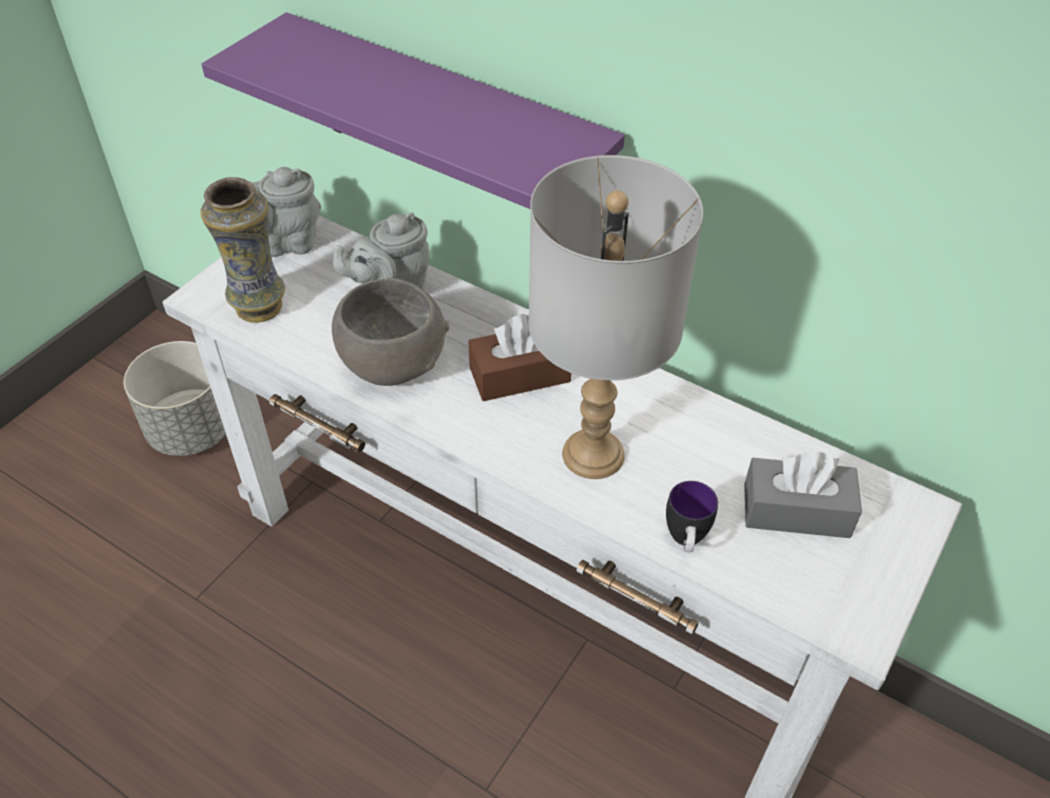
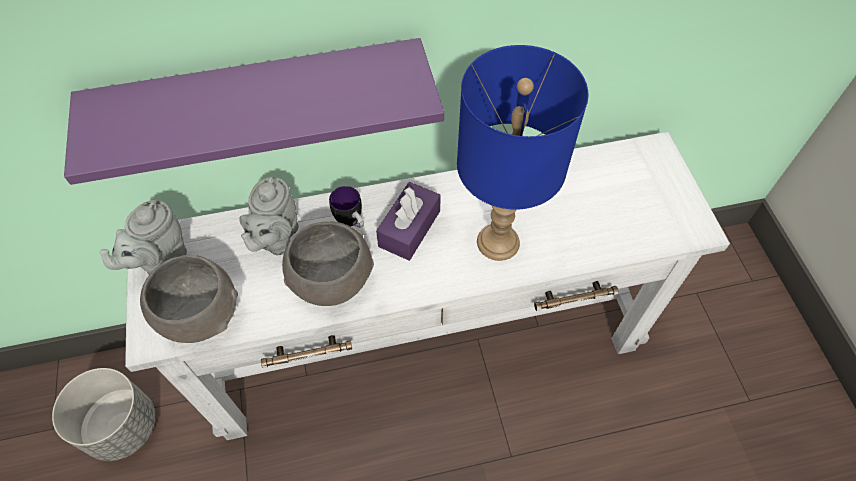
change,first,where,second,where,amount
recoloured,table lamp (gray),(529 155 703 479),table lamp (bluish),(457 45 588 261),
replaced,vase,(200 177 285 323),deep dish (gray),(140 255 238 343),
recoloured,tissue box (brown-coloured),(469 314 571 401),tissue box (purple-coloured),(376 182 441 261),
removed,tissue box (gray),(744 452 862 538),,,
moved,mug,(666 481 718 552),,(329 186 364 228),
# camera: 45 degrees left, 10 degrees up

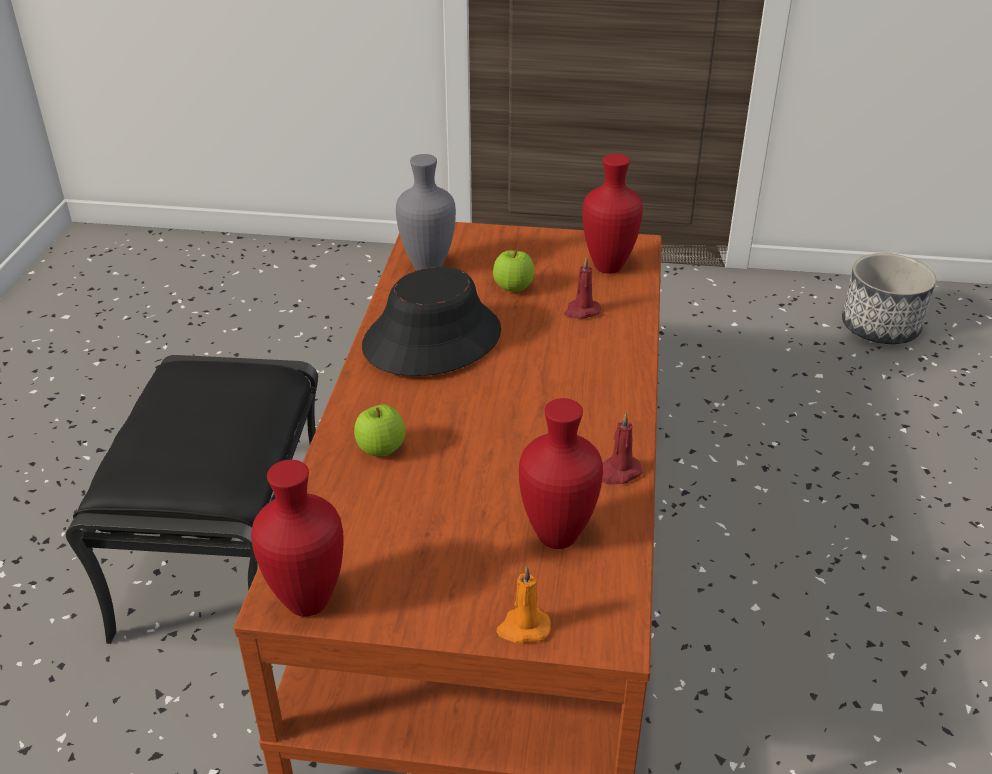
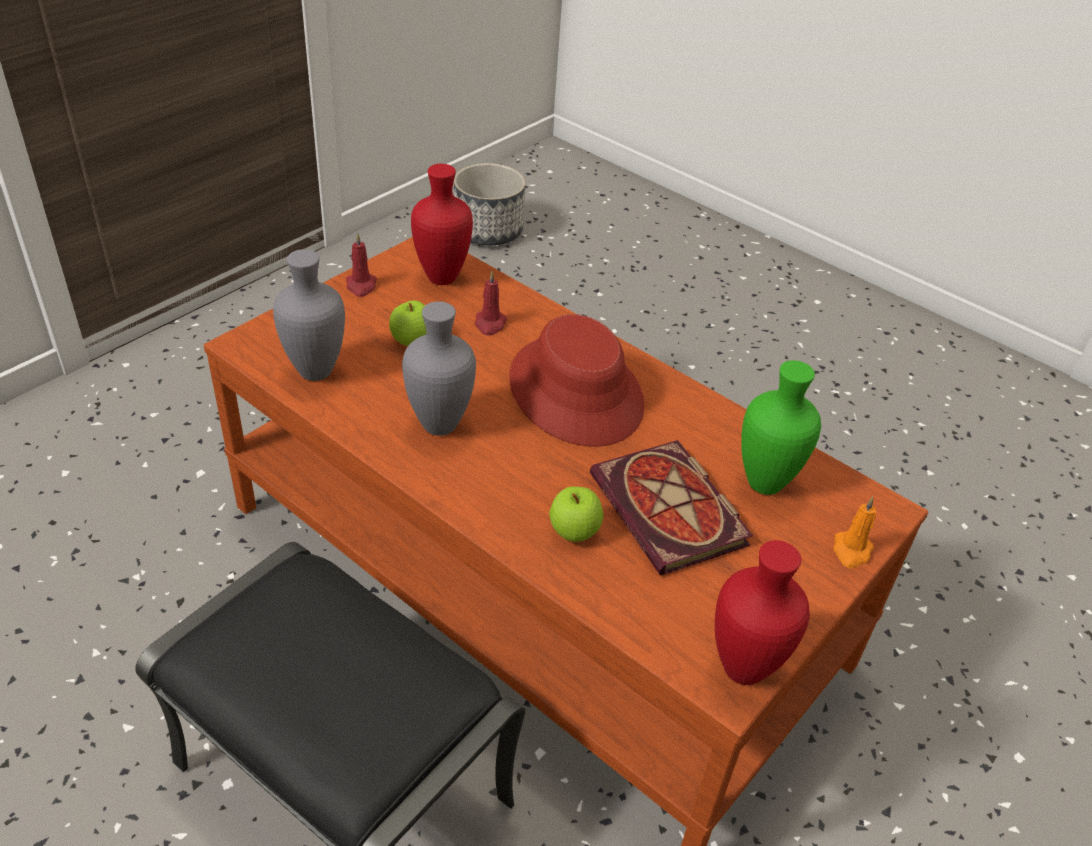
change,first,where,second,where,amount
replaced,wearable hat (black),(362 267 501 376),vase (gray),(402 301 476 436),
recoloured,vase (red-coloured),(519 398 603 549),vase (green-coloured),(741 360 821 495),
moved,candle (red-coloured),(602 413 643 485),,(346 233 377 297),
added,,,wearable hat (red-coloured),(509 314 645 447),
added,,,bound book,(590 440 753 575),
# camera: 60 degrees left, 5 degrees up

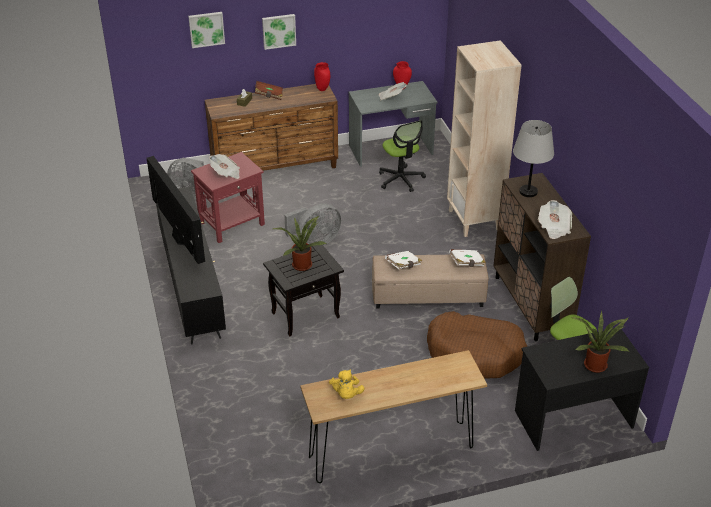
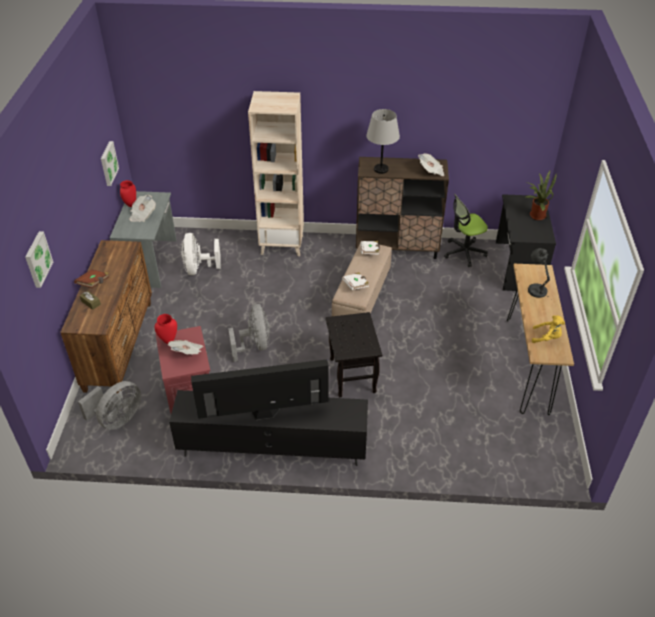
change,first,where,second,where,amount
moved,wall picture,(262 14 296 50),,(101 141 119 186),
moved,vase (red-coloured),(314 62 330 91),,(155 314 177 344),
replaced,computer chair,(379 120 426 192),electric fan (white-coloured),(181 233 221 275),
removed,potted plant,(273 216 326 271),,,
removed,pet bed (brown-coloured),(427 311 528 378),,,
added,,,table lamp (gray),(528 248 551 299),
# camera: 70 degrees left, 5 degrees up

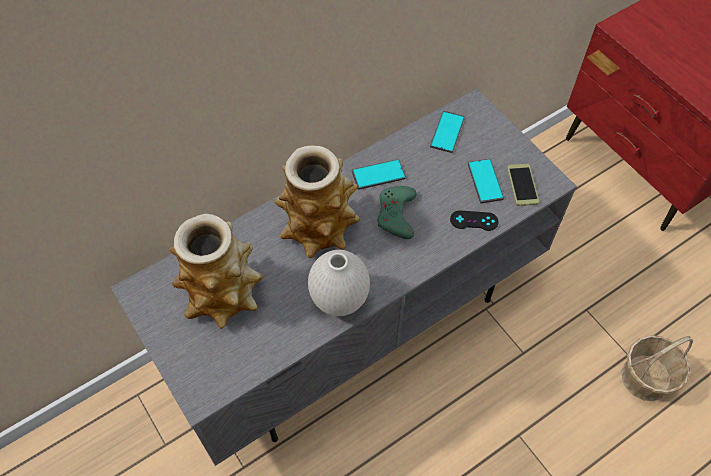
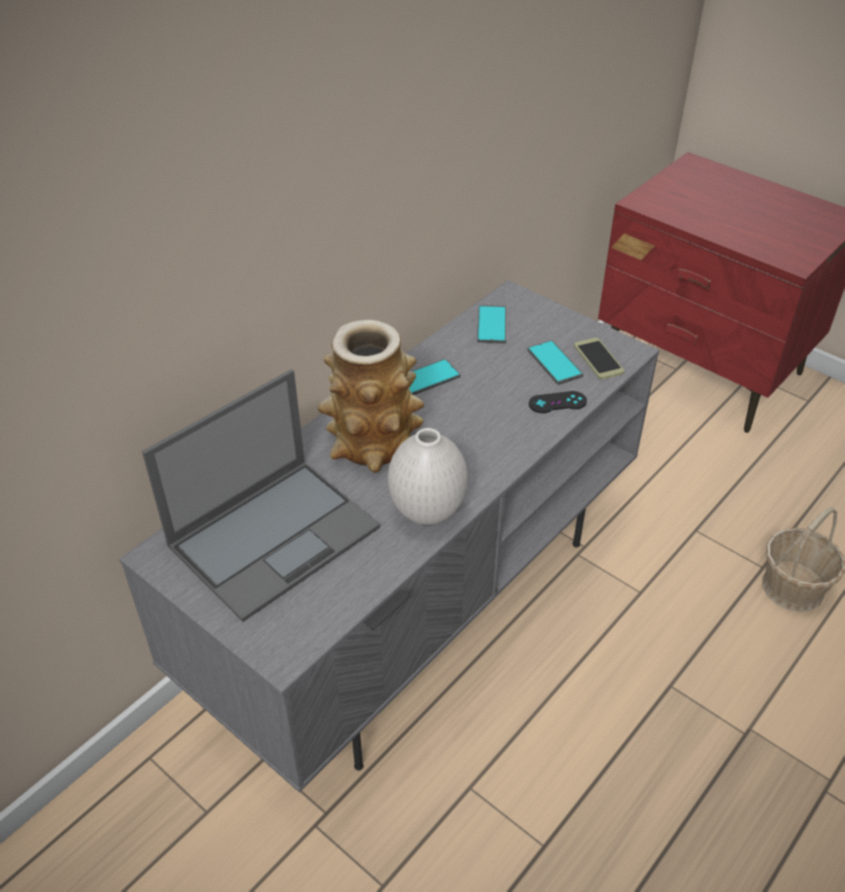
change,first,where,second,where,amount
removed,gamepad (green-coloured),(377 186 417 239),,,
replaced,vase,(170 214 263 329),portable computer,(142 369 380 622),
# camera: 15 degrees left, 15 degrees down

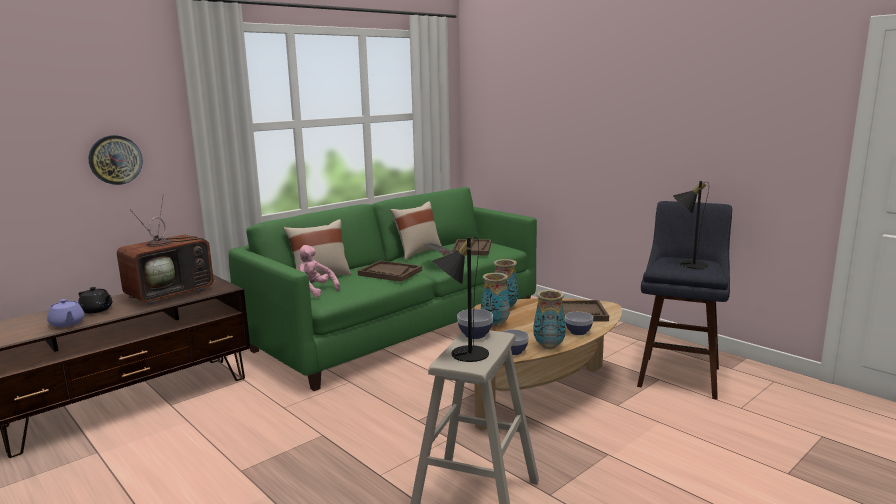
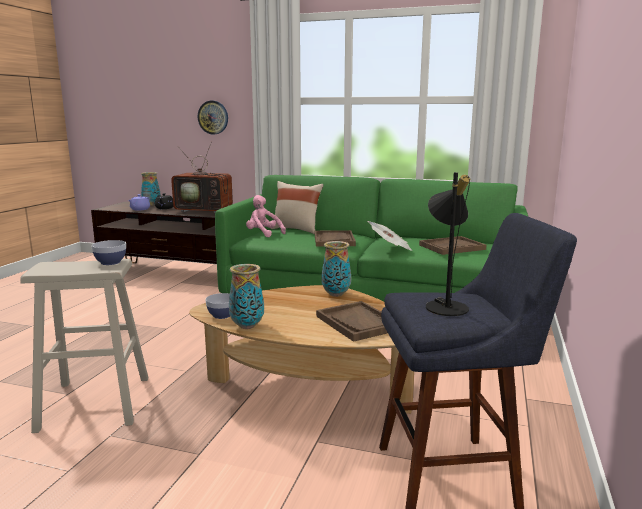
change,first,where,second,where,amount
removed,pillow (beige-coloured),(390 201 442 260),,,
removed,table lamp (black),(432 237 489 362),,,
turned,soft toy (pink-coloured),(299 245 340 297),,(246 195 286 237),60 degrees counterclockwise
moved,vase,(481 273 510 327),,(141 172 160 206),
removed,deep dish,(565 312 593 335),,,
# camera: 60 degrees right, 0 degrees up

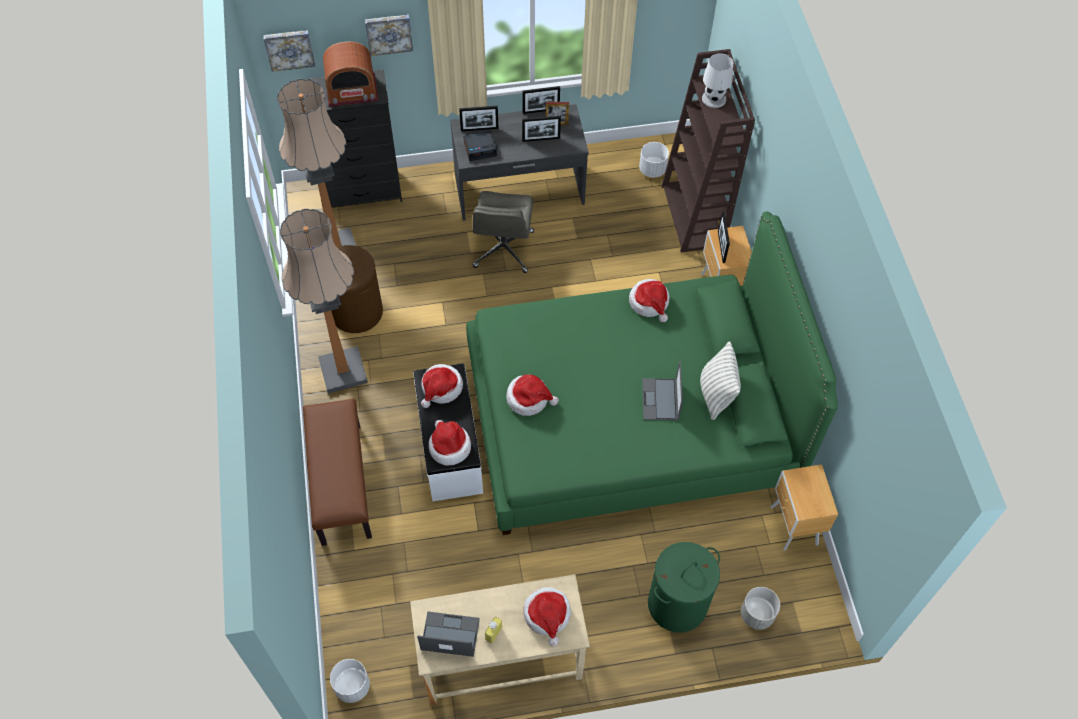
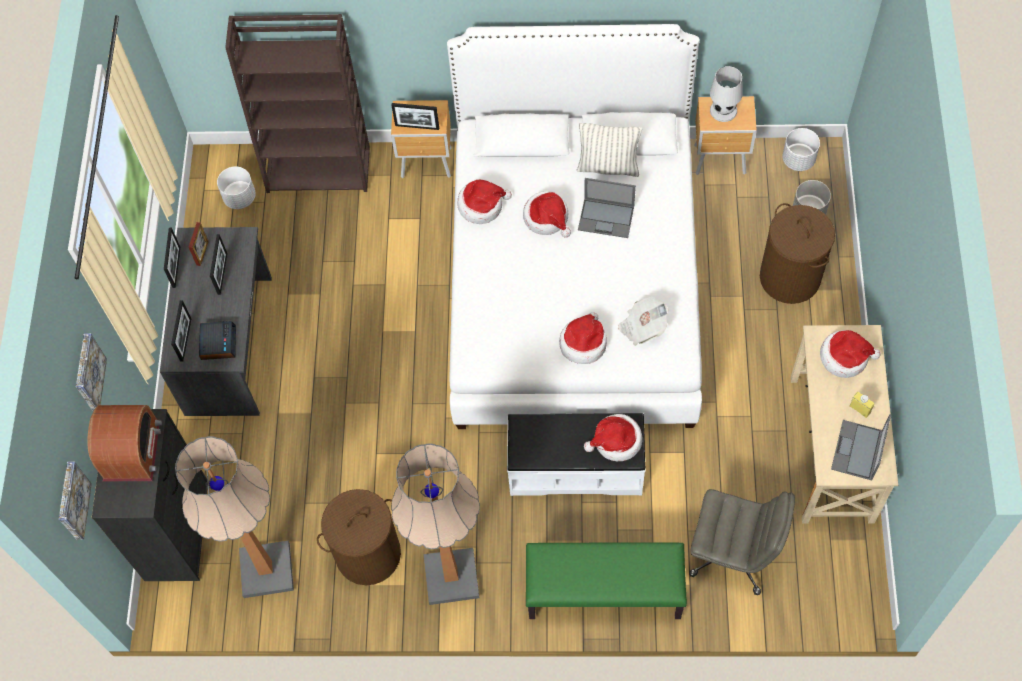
change,first,where,second,where,amount
moved,table lamp (white-coloured),(702 53 733 108),,(710 66 743 122),
moved,computer chair (gray),(473 191 534 273),,(689 489 795 595),
recoloured,bedroom bed (green-coloured),(466 211 838 535),bedroom bed (white-coloured),(447 24 702 429),
moved,wearable hat,(421 364 463 408),,(523 191 571 238),
recoloured,indoor bench (brown-coloured),(303 399 372 546),indoor bench (green-coloured),(526 542 687 619),
recoloured,washing basket (green-coloured),(648 542 720 632),washing basket (brown-coloured),(760 203 835 304),
moved,plant pot (white-coloured),(330 659 370 703),,(782 128 820 171),
added,,,newspaper,(618 297 669 346),
# camera: 75 degrees left, 5 degrees up

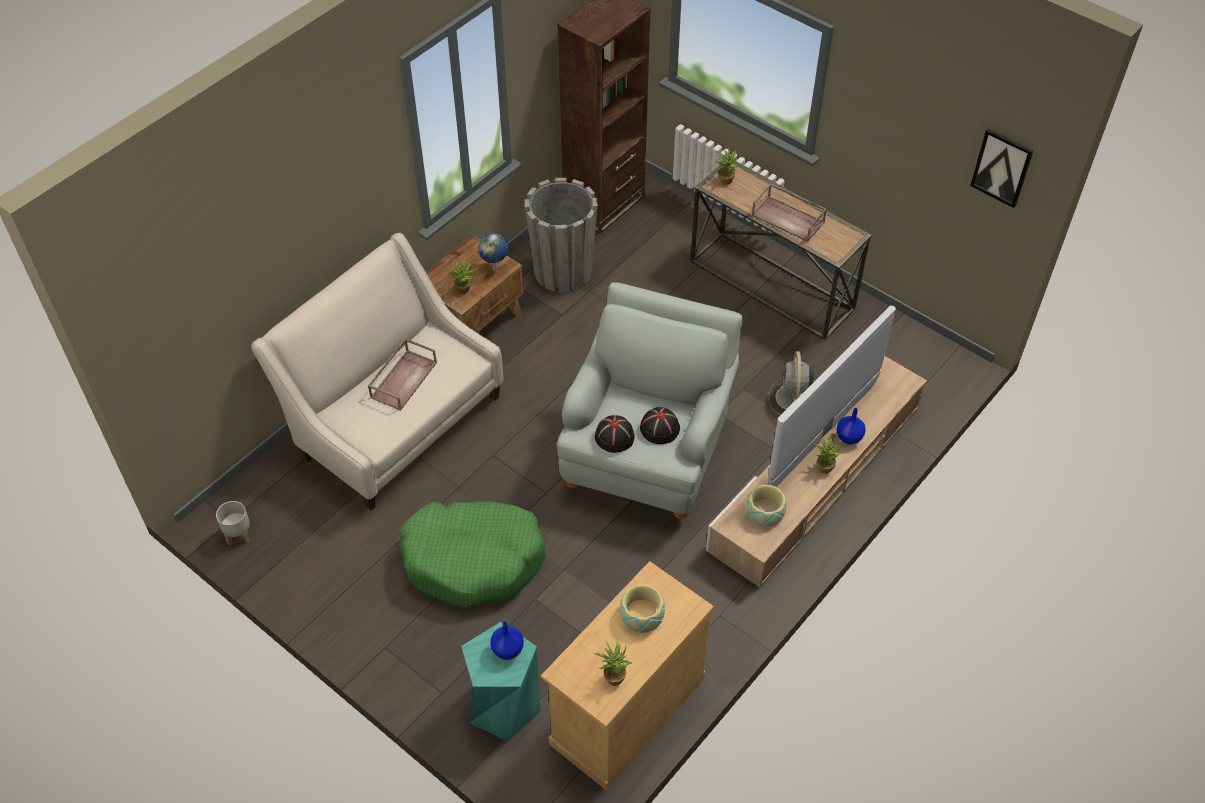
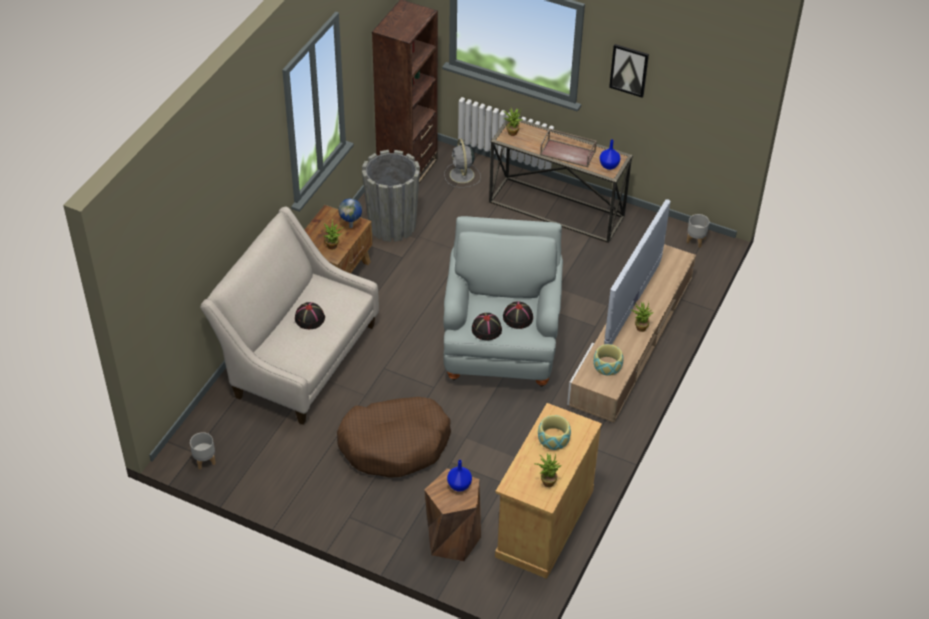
change,first,where,second,where,amount
moved,wall picture,(970 128 1034 208),,(609 44 649 98),
replaced,tray (brown-coloured),(368 338 437 411),wearable hat (black),(295 302 325 329),
moved,electric fan (gray),(769 351 814 415),,(444 139 481 188),
moved,vase (bluish),(836 408 866 444),,(600 139 620 170),
recoloured,pet bed (green-coloured),(400 502 546 607),pet bed (brown-coloured),(337 397 451 478),
recoloured,stool (turquoise),(461 622 541 741),stool (brown-coloured),(424 468 481 561),
added,,,plant pot (gray),(686 214 709 248),
# camera: 15 degrees left, 5 degrees down

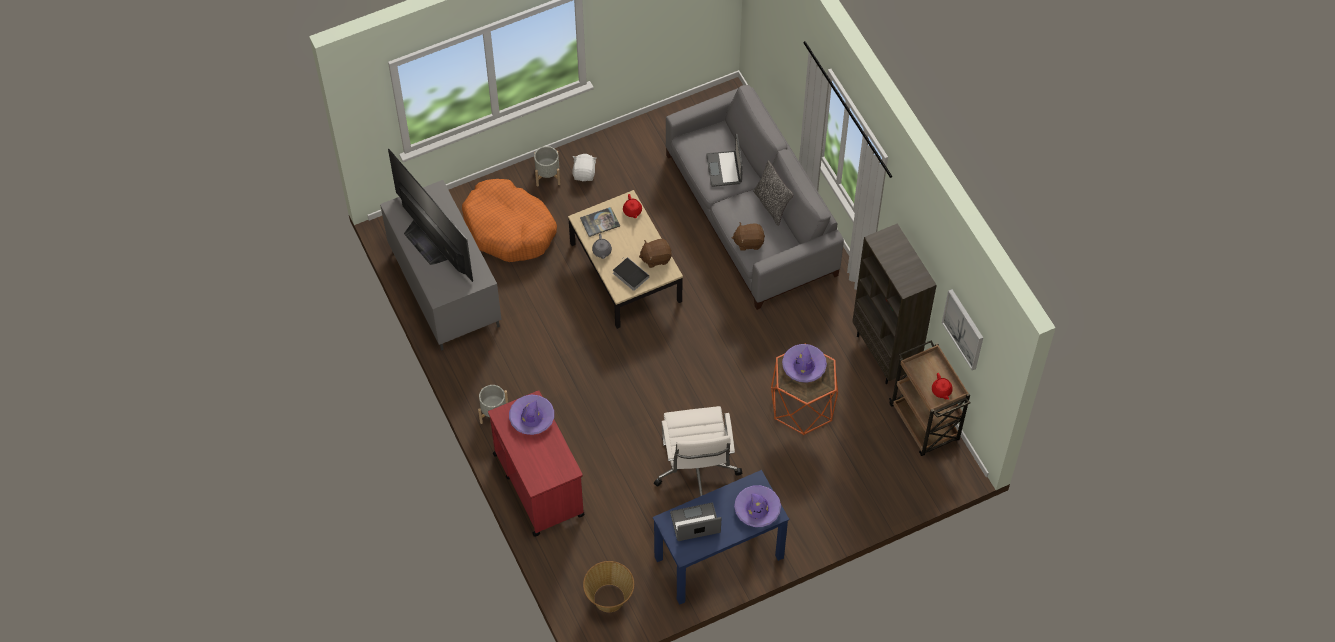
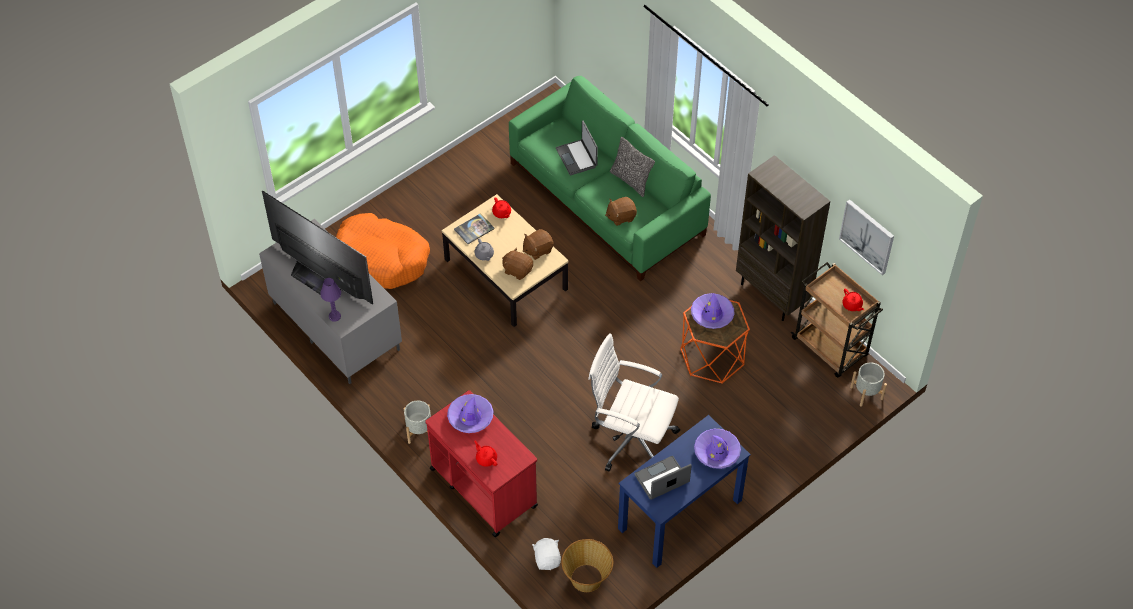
change,first,where,second,where,amount
recoloured,sofa (gray),(666 85 844 310),sofa (green-coloured),(509 76 711 281),
moved,plant pot (gray),(534 146 560 186),,(850 362 887 407),
moved,soft toy (white-coloured),(572 154 597 181),,(532 538 561 570),
replaced,bound book,(613 257 649 291),soft toy (brown-coloured),(502 248 533 280),
turned,computer chair (white-coloured),(654 406 743 496),,(588 333 680 472),135 degrees clockwise
added,,,table lamp (purple-coloured),(320 278 341 322),
added,,,teapot (red-coloured),(474 441 497 467),
# camera: 15 degrees left, 5 degrees down

